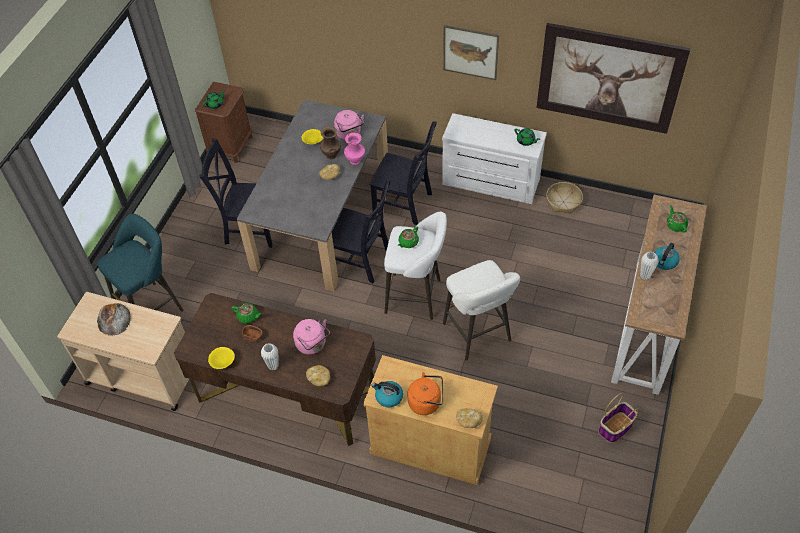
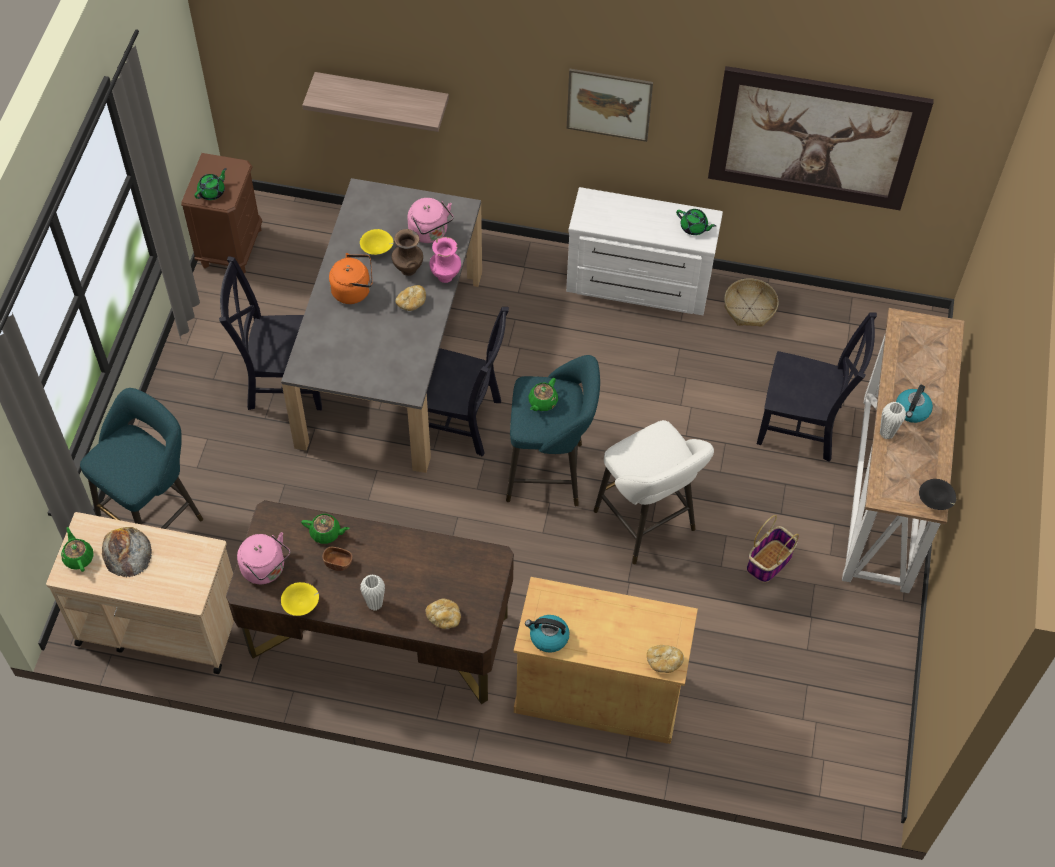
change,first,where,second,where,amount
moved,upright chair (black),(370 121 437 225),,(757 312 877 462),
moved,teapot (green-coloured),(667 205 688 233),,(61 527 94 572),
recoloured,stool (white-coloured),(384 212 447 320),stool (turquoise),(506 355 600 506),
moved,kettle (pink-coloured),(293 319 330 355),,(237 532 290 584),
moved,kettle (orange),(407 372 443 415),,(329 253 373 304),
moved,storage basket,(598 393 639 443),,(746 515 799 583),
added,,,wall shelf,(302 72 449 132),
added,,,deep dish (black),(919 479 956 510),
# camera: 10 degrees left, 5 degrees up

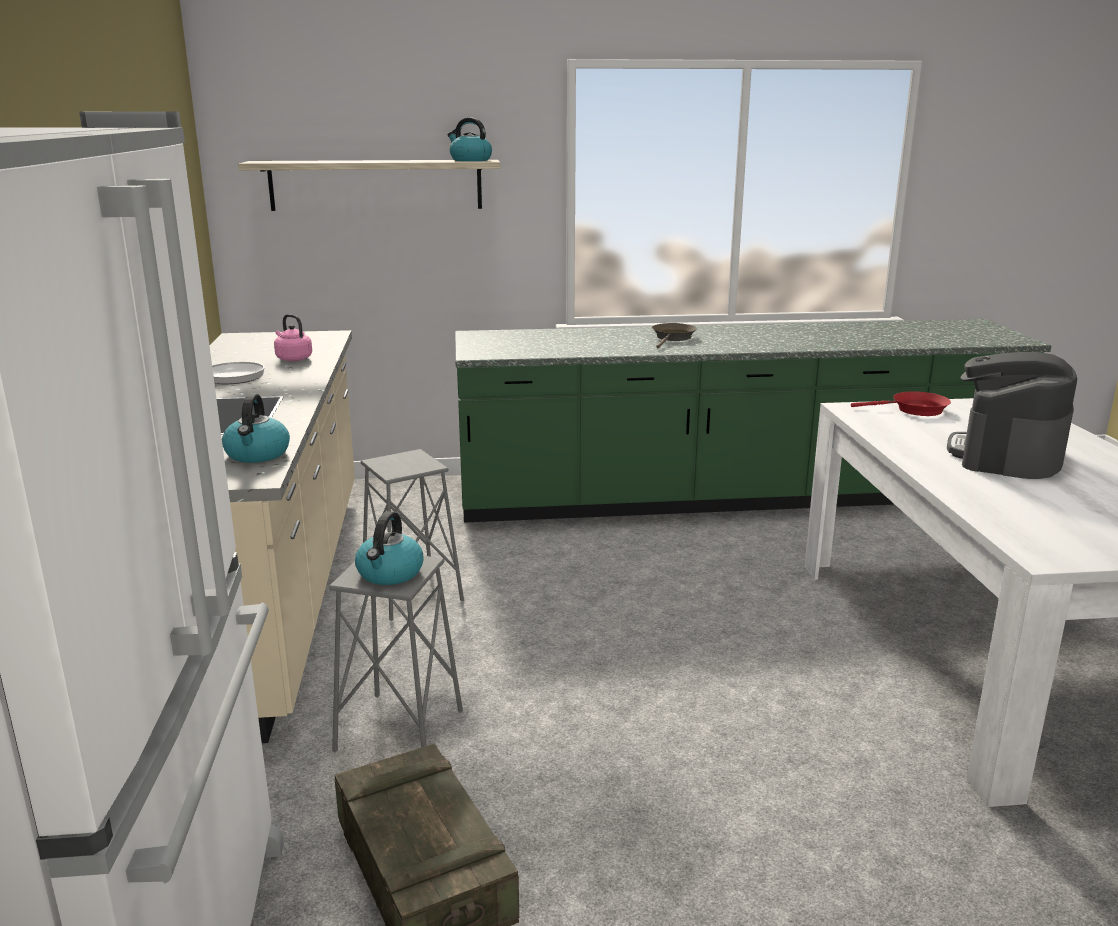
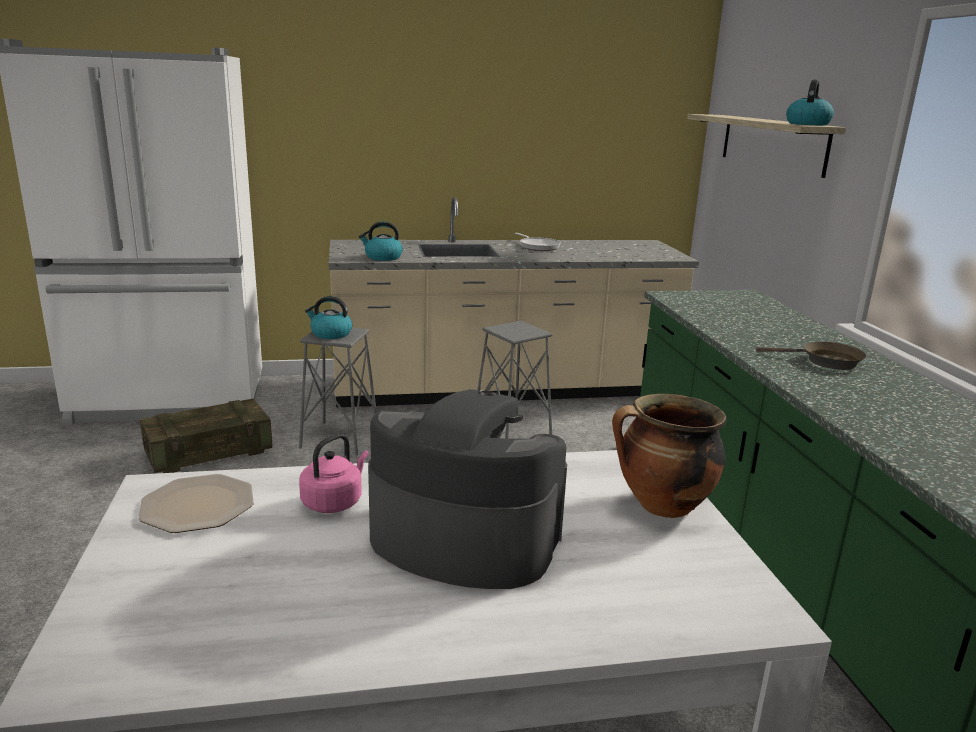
change,first,where,second,where,amount
moved,kettle (pink-coloured),(274 314 312 361),,(299 433 369 513),
replaced,frying pan (red-coloured),(851 392 951 416),stockpot,(612 394 726 518),
added,,,flat dish,(139 474 254 533),
# camera: 85 degrees right, 0 degrees up

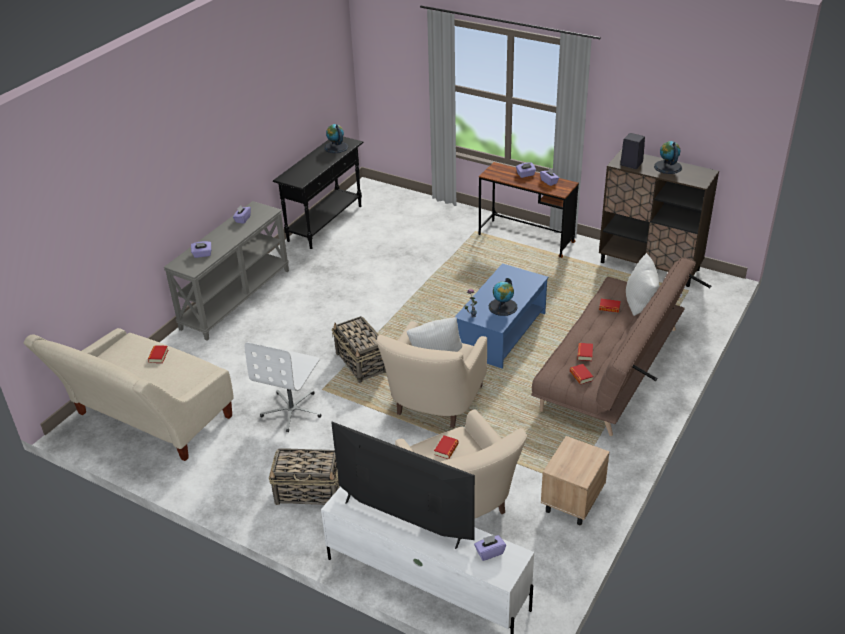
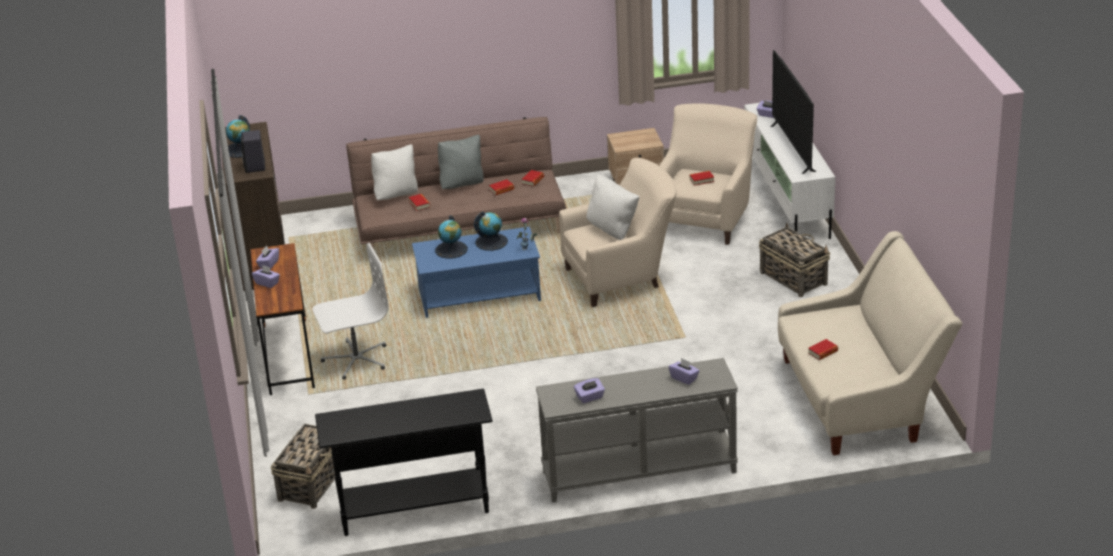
change,first,where,second,where,amount
moved,desk globe,(324 124 348 153),,(435 215 468 259),
moved,storage basket,(332 316 386 383),,(271 423 335 509),
moved,computer chair (white-coloured),(245 342 321 432),,(312 243 389 379),
added,,,pillow (gray),(438 135 484 189),
# camera: 130 degrees left, 5 degrees down

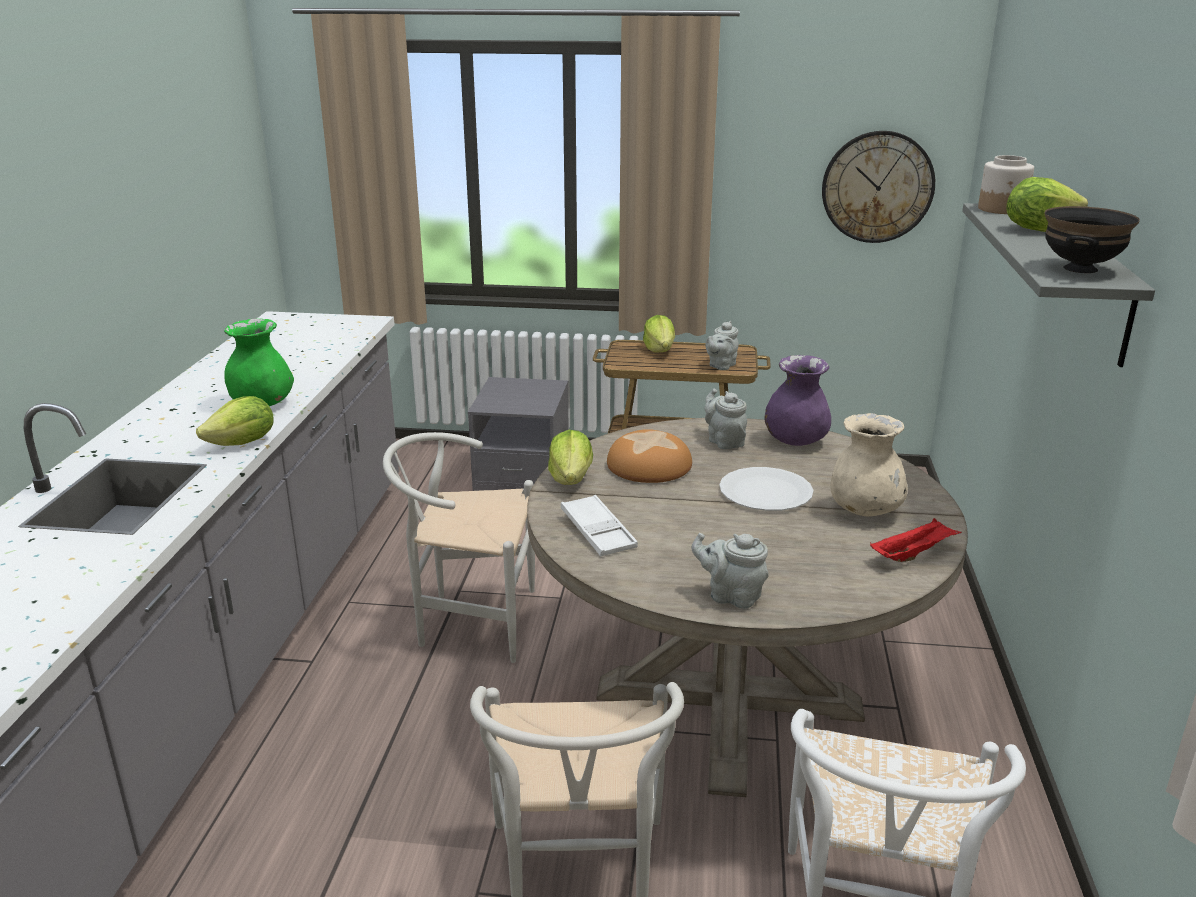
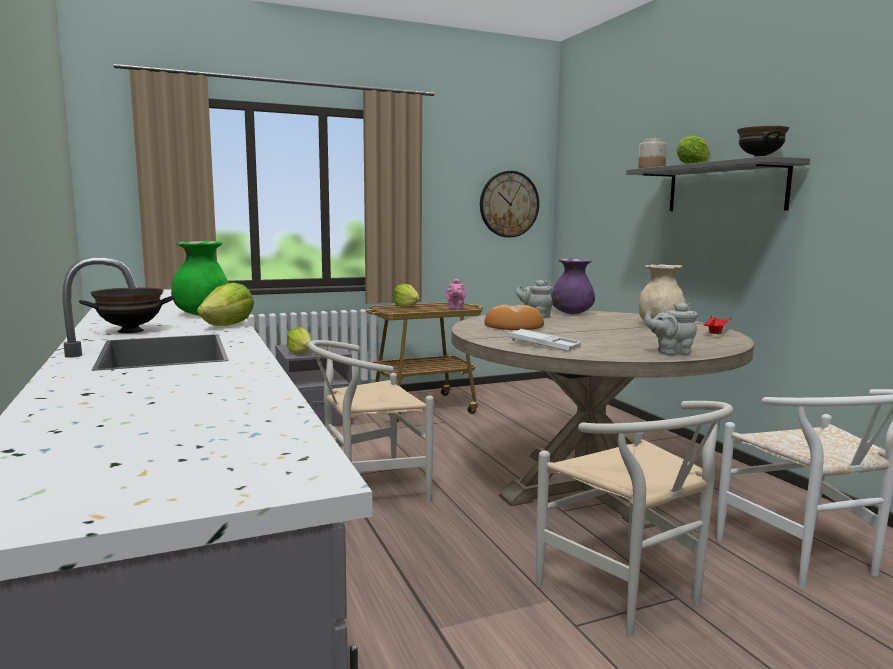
change,first,where,second,where,amount
recoloured,teapot (gray),(706 321 739 370),teapot (pink-coloured),(445 279 466 310),
moved,lettuce,(548 430 593 485),,(287 327 312 354),
removed,flat dish (white-coloured),(719 467 814 511),,,
added,,,deep dish (black),(79 287 175 333),
# camera: 30 degrees left, 15 degrees down

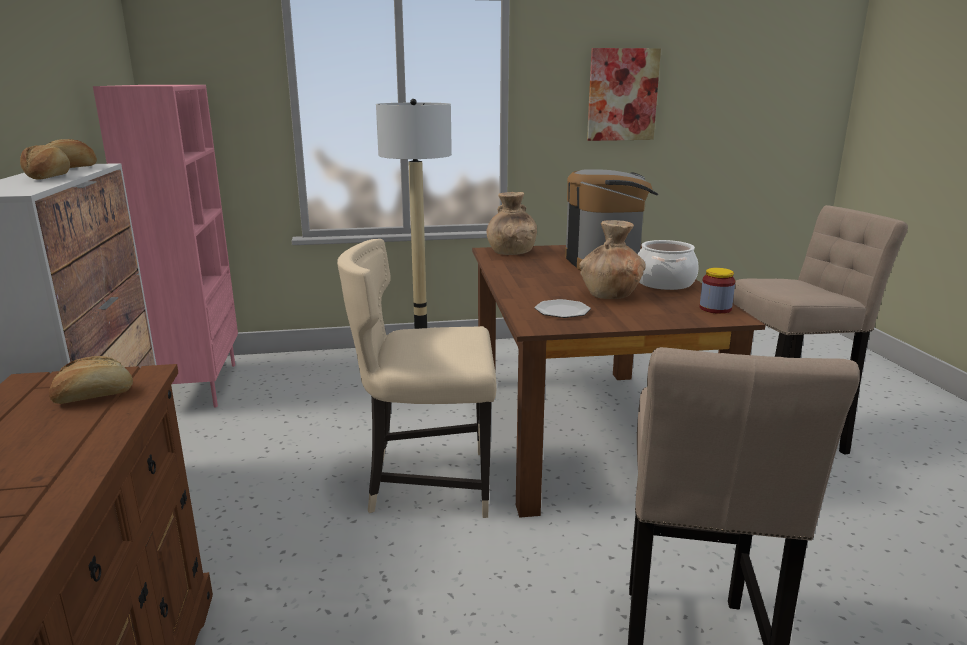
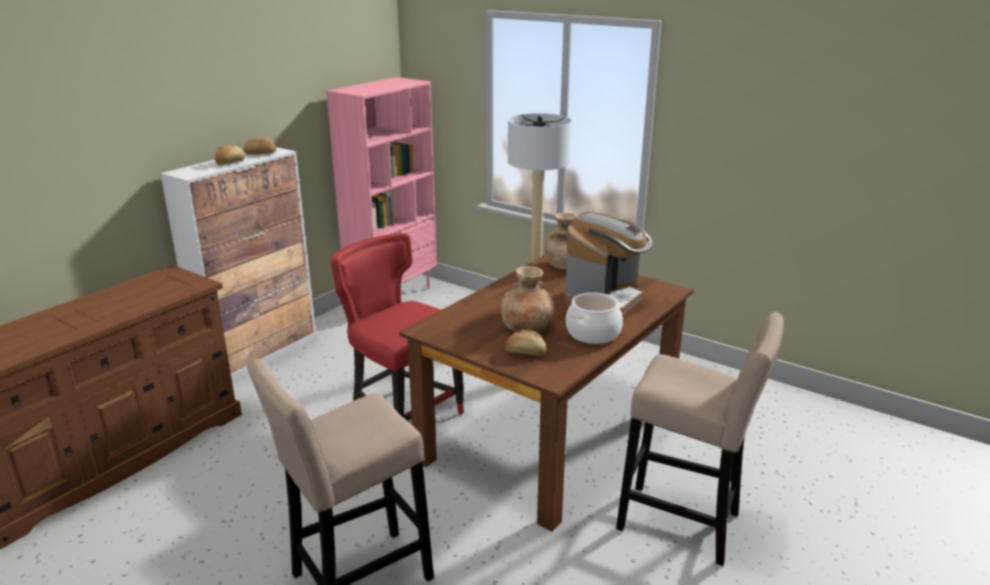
change,first,where,second,where,amount
removed,wall picture,(587 48 661 141),,,
recoloured,upright chair (beige-coloured),(337 239 497 518),upright chair (red-coloured),(331 233 464 421),
removed,preserve jar,(700 268 735 314),,,
removed,flat dish,(535 299 591 318),,,
moved,bread,(49 356 133 404),,(505 330 546 356),
# camera: 45 degrees right, 5 degrees up

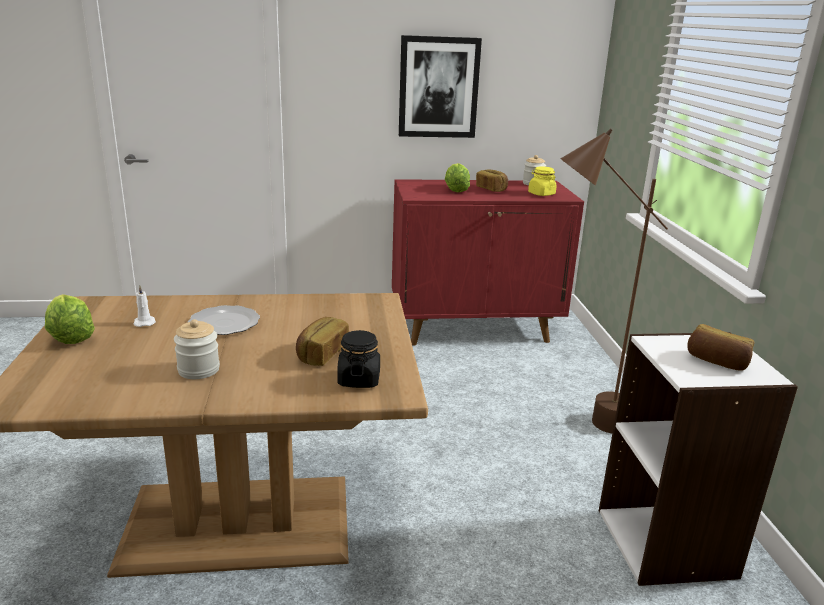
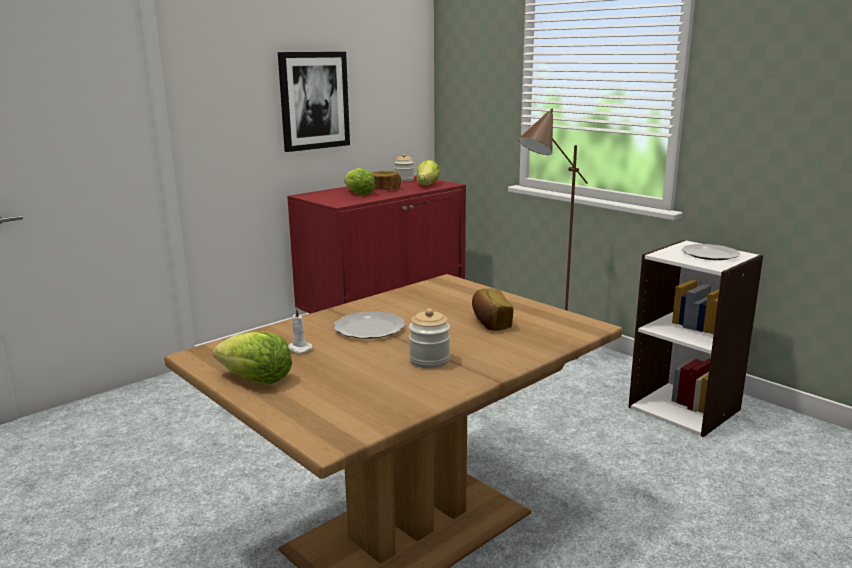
change,first,where,second,where,amount
replaced,preserve jar (yellowish),(528 166 557 196),lettuce,(417 160 440 185),
replaced,bread,(687 324 755 370),flat dish,(682 244 740 260),
removed,preserve jar (black),(337 330 380 388),,,
# camera: 35 degrees left, 5 degrees down

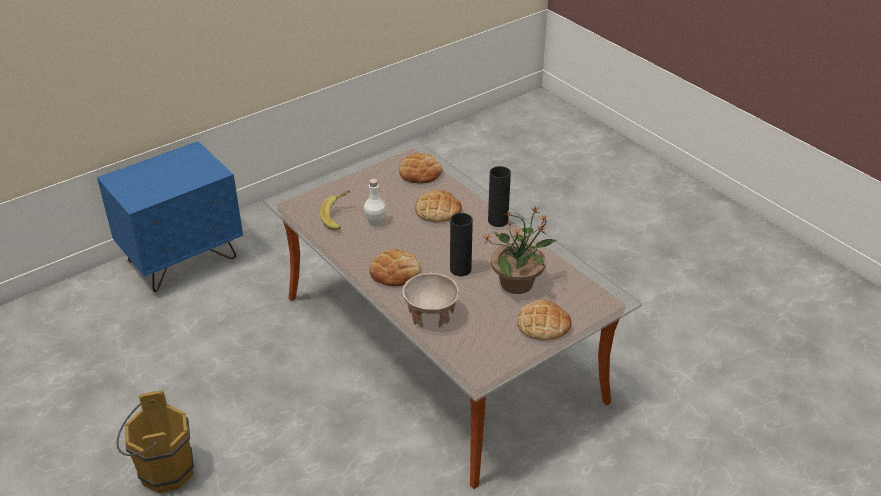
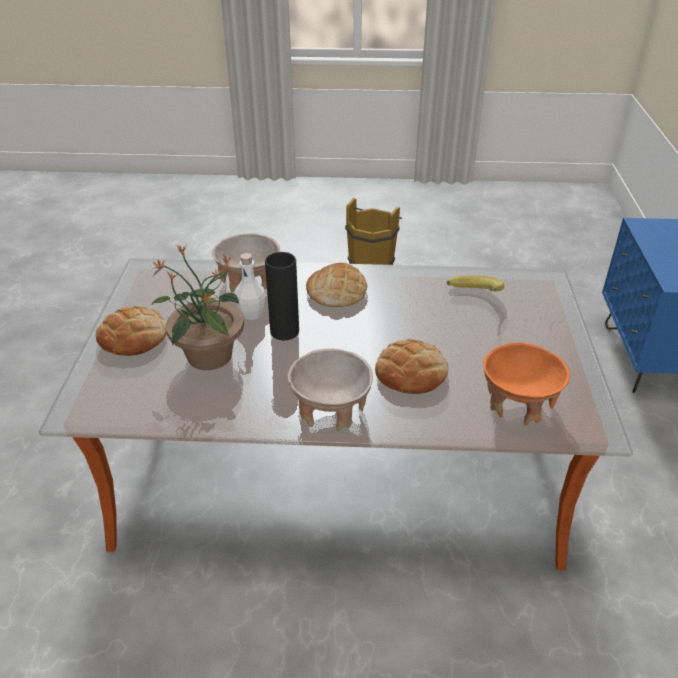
change,first,where,second,where,amount
replaced,bread,(399 153 443 184),deep dish (orange),(483 342 570 426),
replaced,vase (black),(488 166 511 227),deep dish (beige-coloured),(288 348 373 431),
moved,drink bottle (white-coloured),(363 179 386 226),,(235 253 265 320),
# camera: 130 degrees right, 0 degrees up

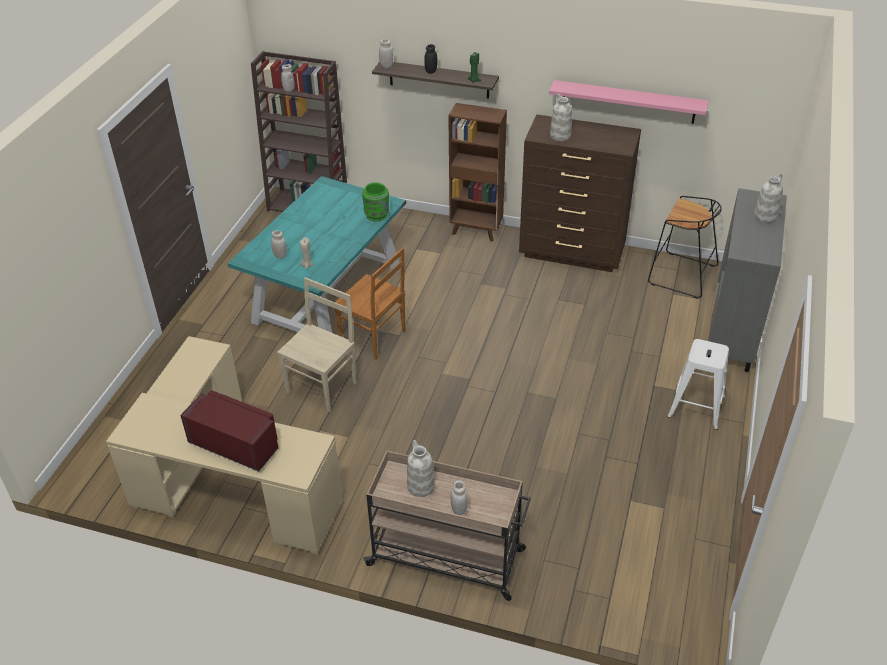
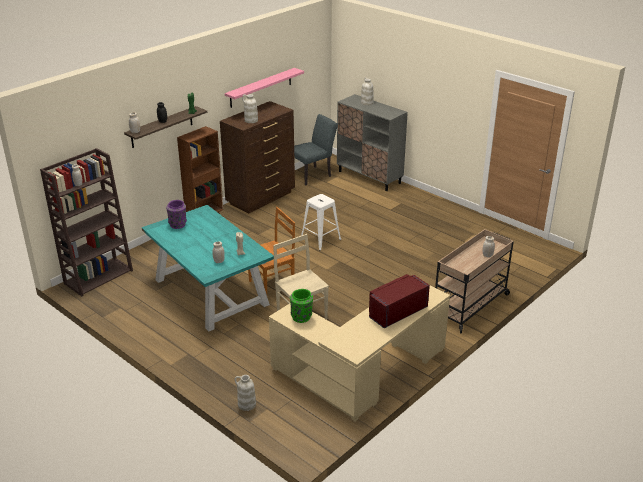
change,first,where,second,where,amount
moved,vase (green-coloured),(362 182 389 222),,(290 289 313 323),
replaced,stool (black),(648 196 722 298),upright chair (gray),(294 114 338 185),
moved,stool (white-coloured),(667 339 729 430),,(301 194 341 251),
moved,vase (white-coloured),(407 440 435 497),,(235 375 256 411),
added,,,vase (purple-coloured),(166 200 187 229),
# camera: 65 degrees left, 10 degrees down

